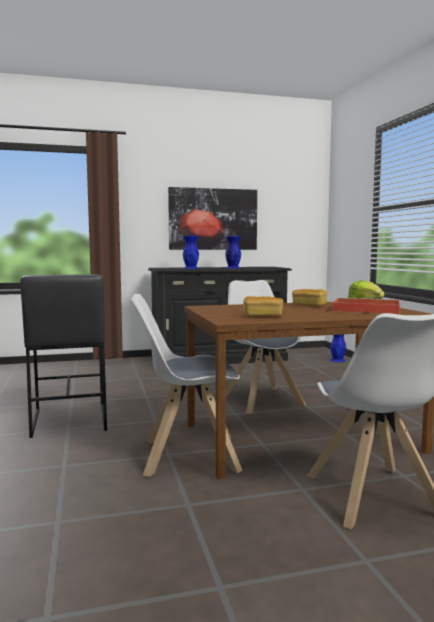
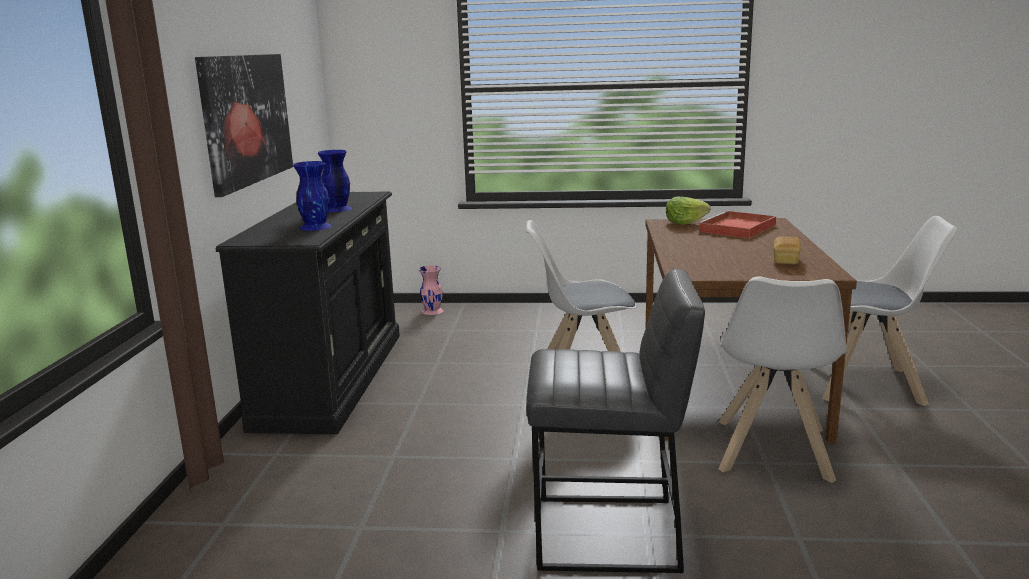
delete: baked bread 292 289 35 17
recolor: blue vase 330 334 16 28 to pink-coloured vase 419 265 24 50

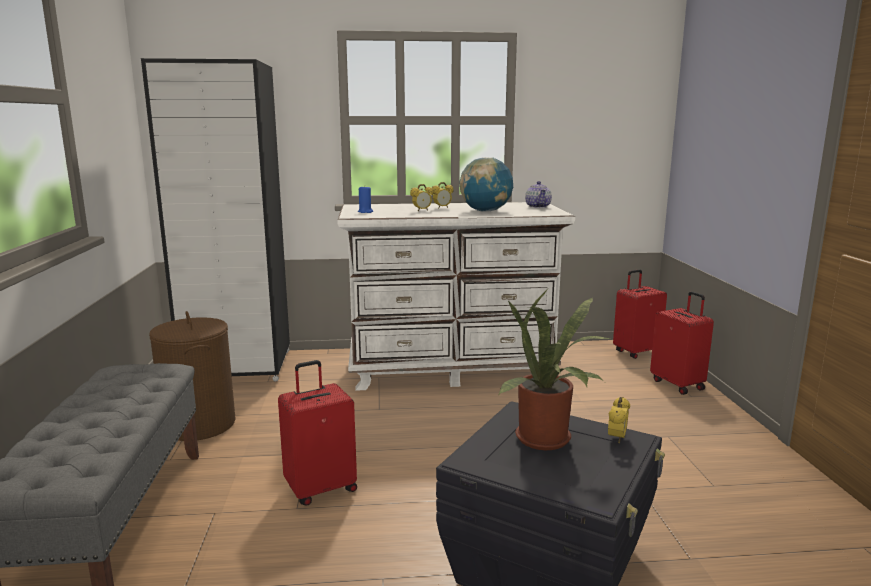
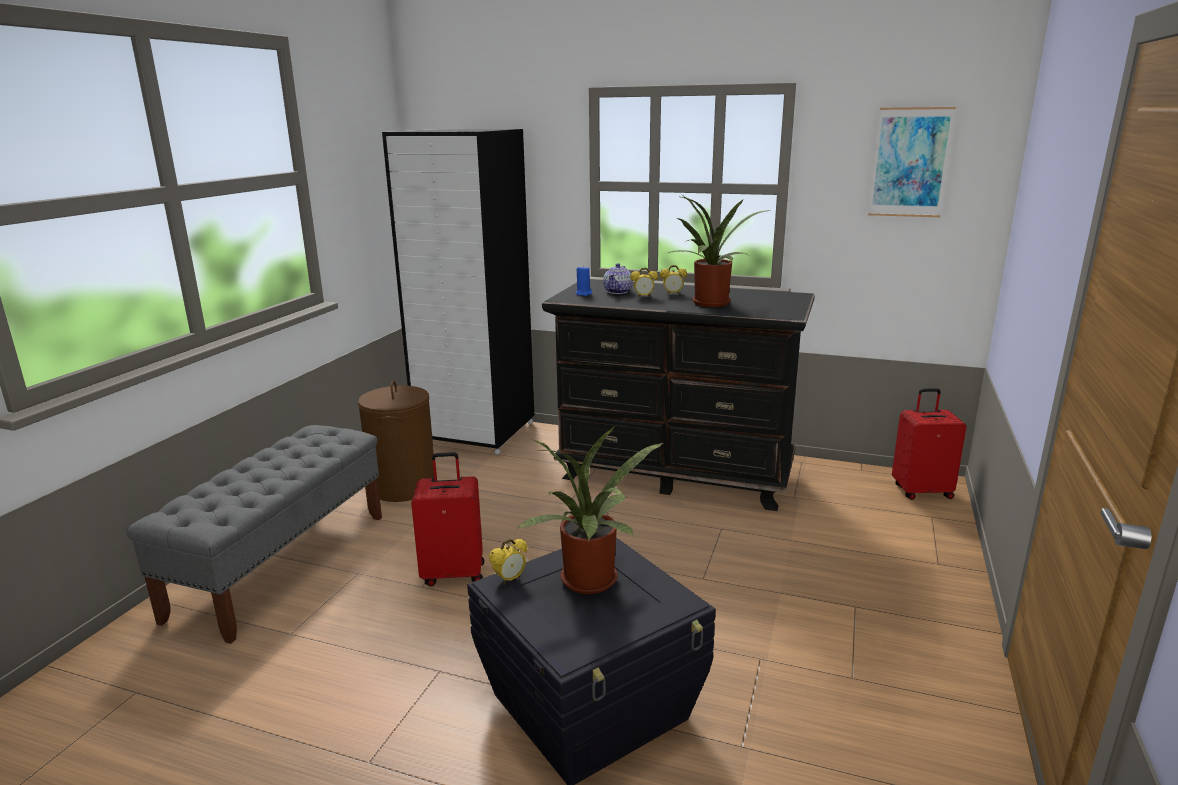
delete: red-coloured travel case 650 291 64 104
insert: wall art 868 107 88 110
move: table clock 608 397 22 46 to 489 539 39 46; tea pot 525 181 27 27 to 603 263 30 31
replace: desk globe 459 157 54 55 to houseplant 668 194 103 113
recolor: white-coloured drawer chest 337 202 238 189 to black-coloured drawer chest 542 280 273 231

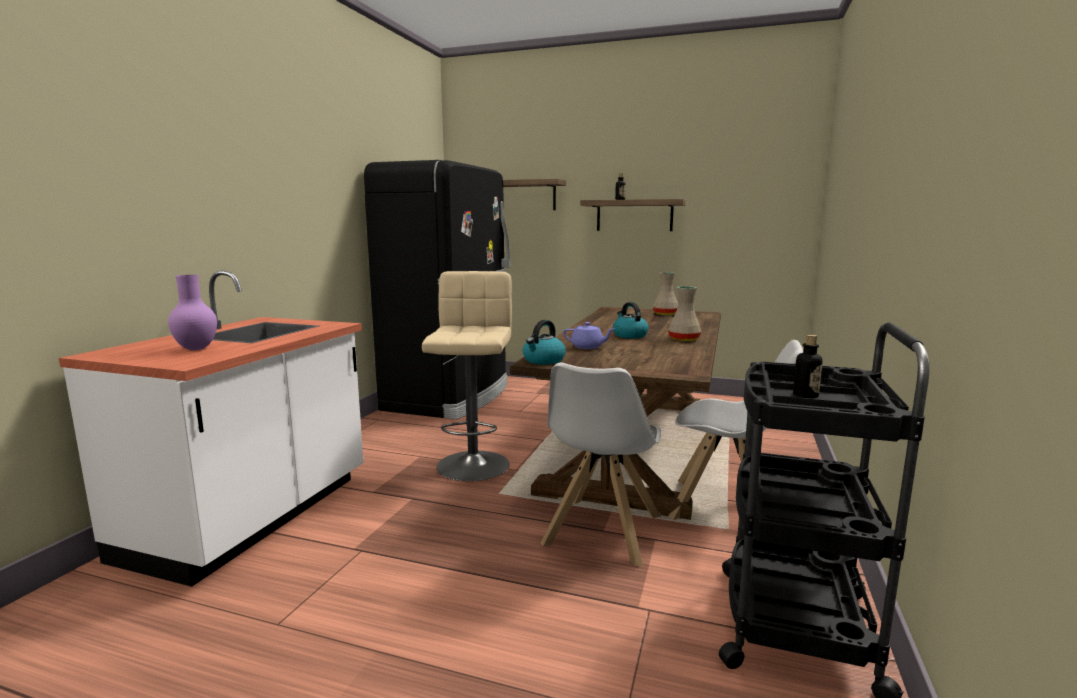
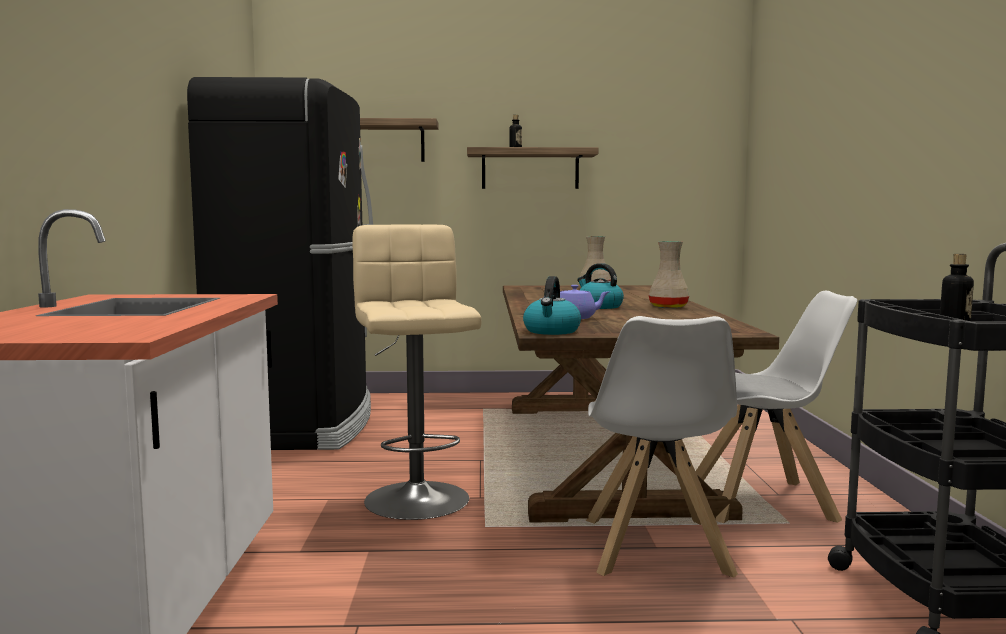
delete: purple vase 168 275 49 75

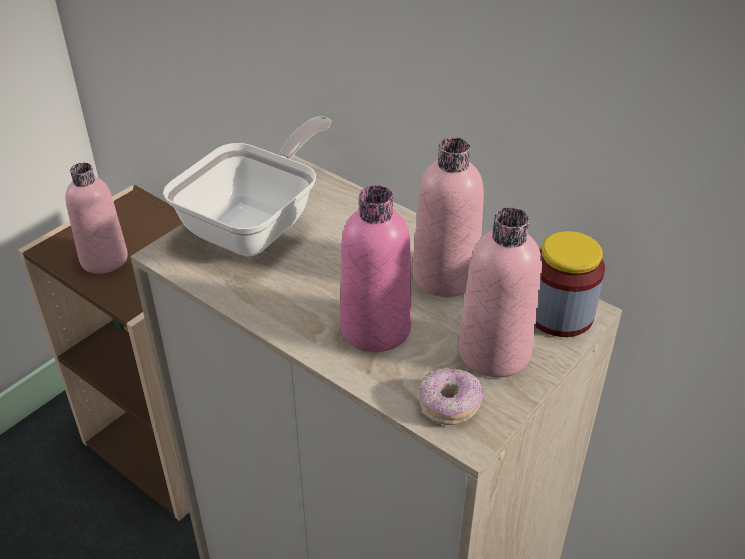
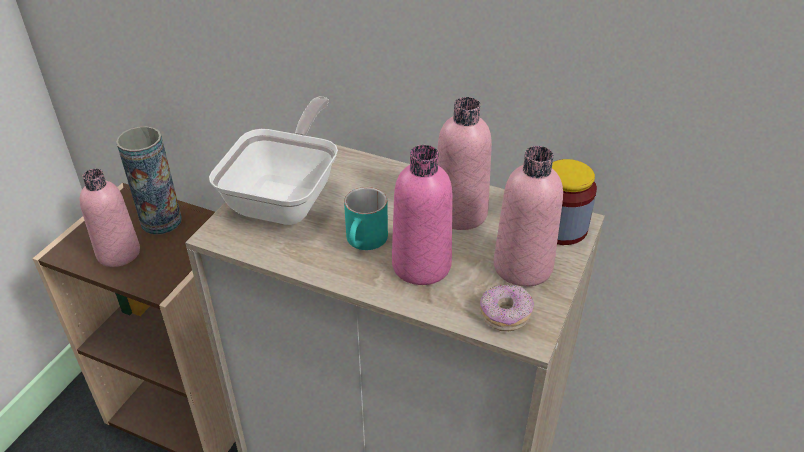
insert: vase 116 126 66 109; turquoise-coloured mug 344 187 44 63

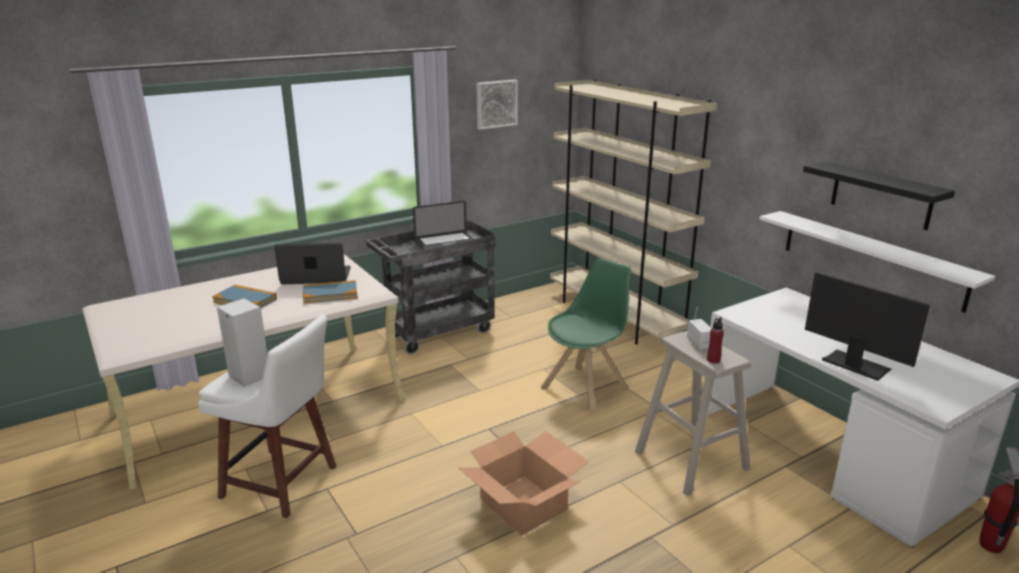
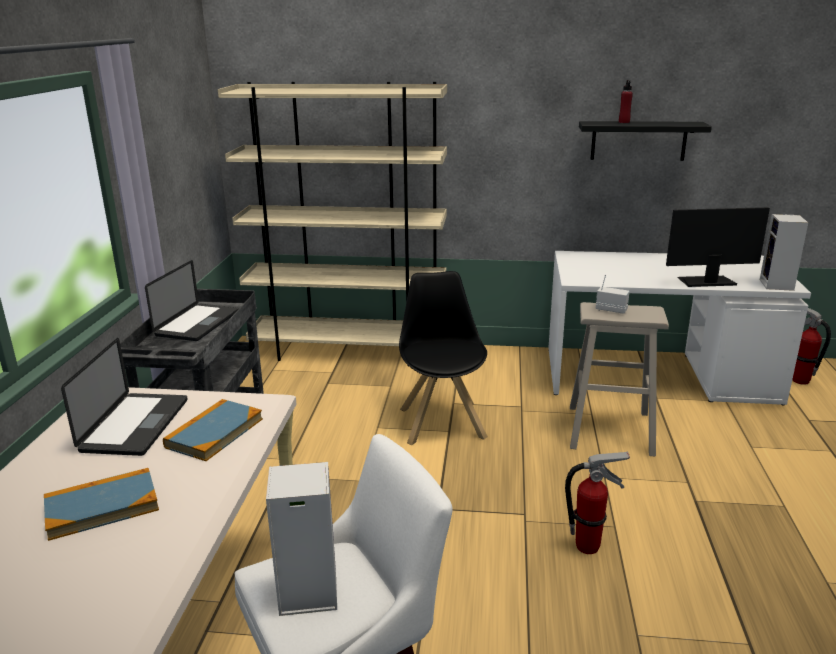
delete: wall art 477 79 41 51; white-coloured wall shelf 759 211 237 102
insert: loudspeaker 760 214 48 77
move: red-coloured drink bottle 707 317 17 47 to 619 80 14 43
replace: cardboard box 458 431 132 105 to fire-fighting cylinder 565 451 65 103
recolor: greenish plain chair 541 258 90 154 to black-coloured plain chair 399 271 89 174
rotate: portable computer 274 243 77 41 = 61 338 126 118 150 degrees clockwise

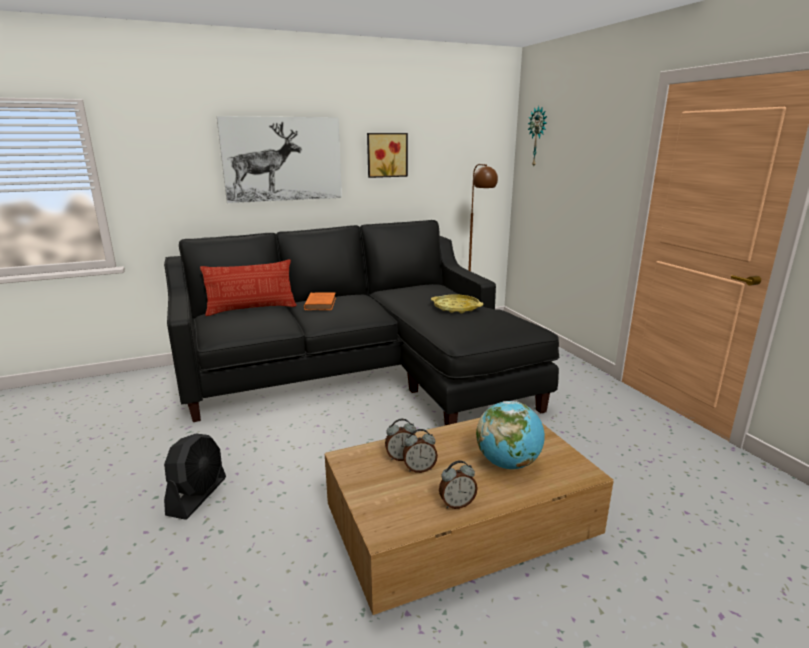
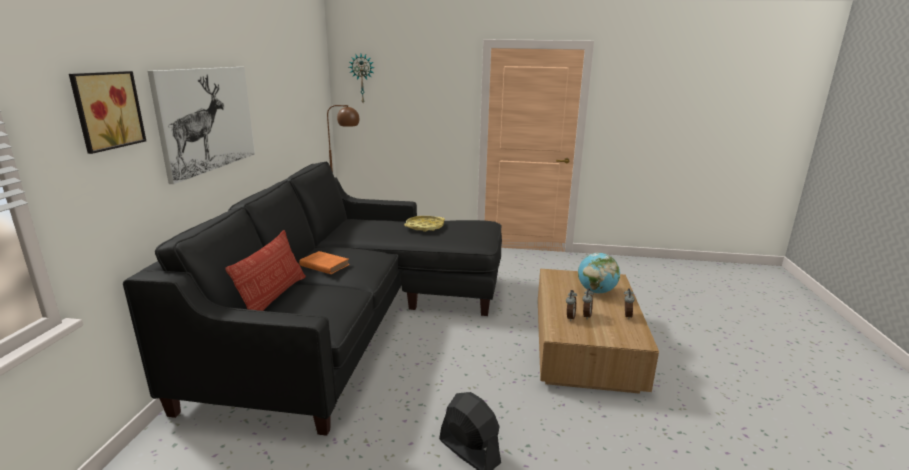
move: wall art 367 133 41 45 to 69 71 77 83

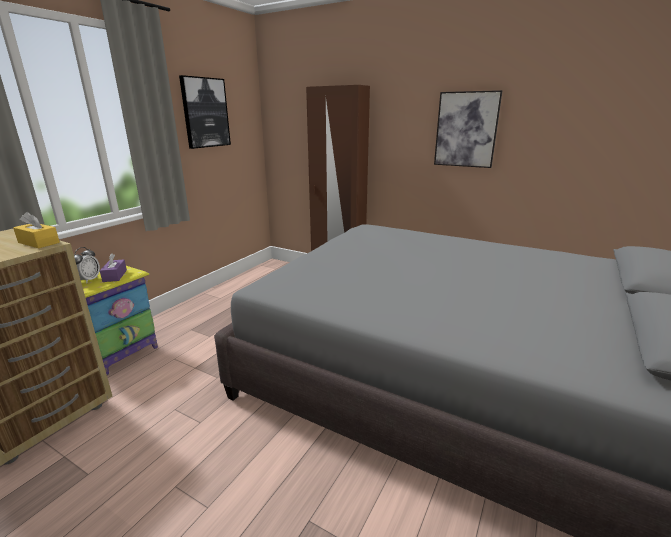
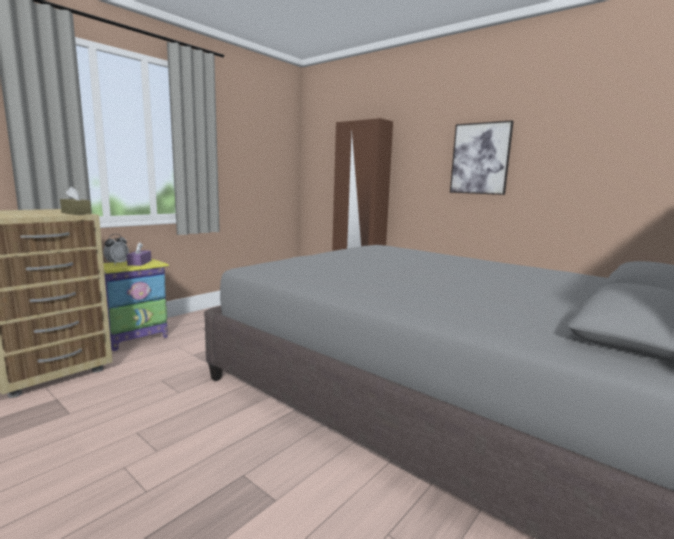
delete: wall art 179 75 52 74
recolor: yellowish tissue holder 13 212 47 36 to brown tissue holder 60 187 31 28

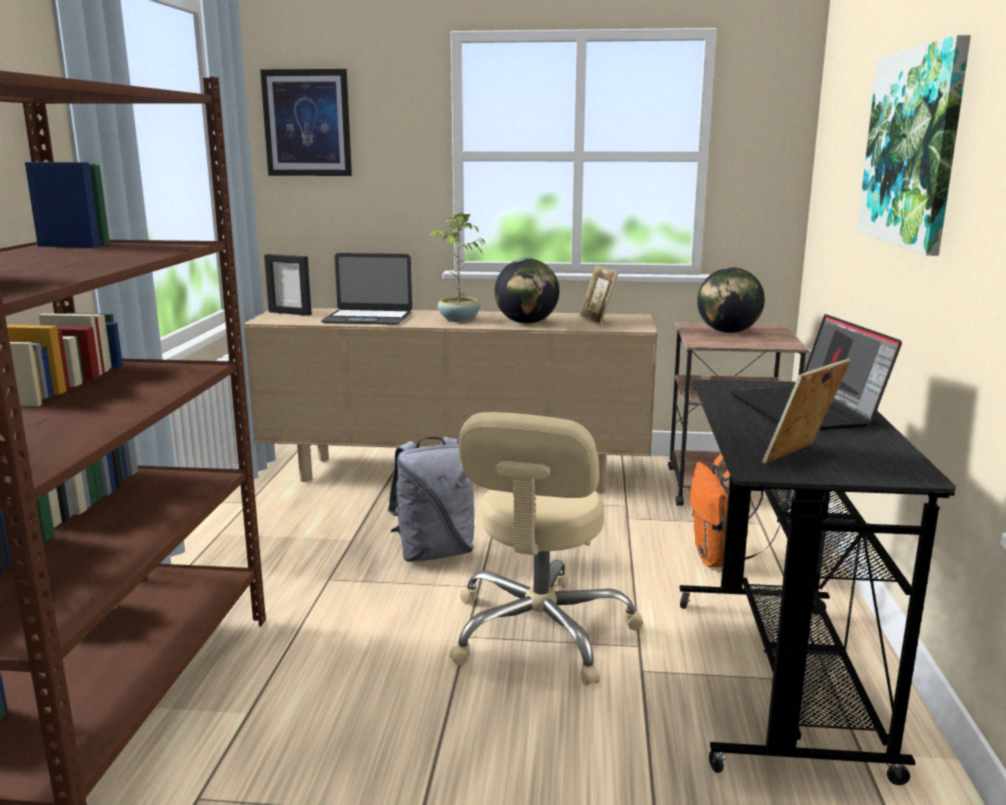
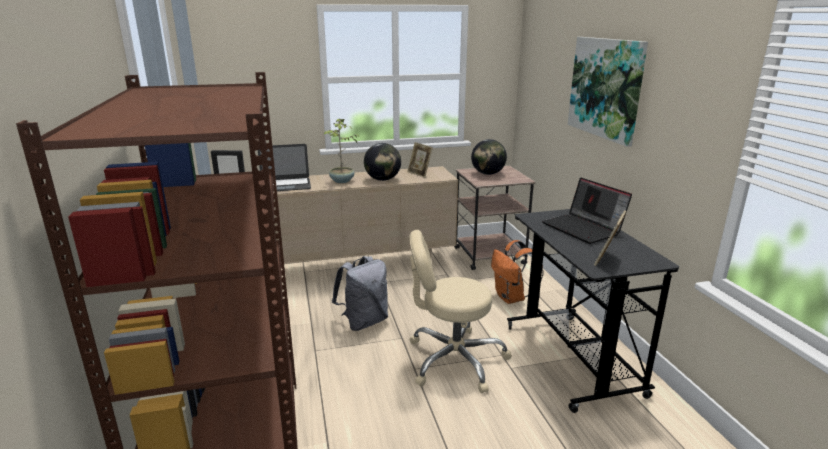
delete: wall art 260 69 92 107
rotate: beige-coloured desk chair 449 412 194 274 = 409 230 103 163 90 degrees clockwise

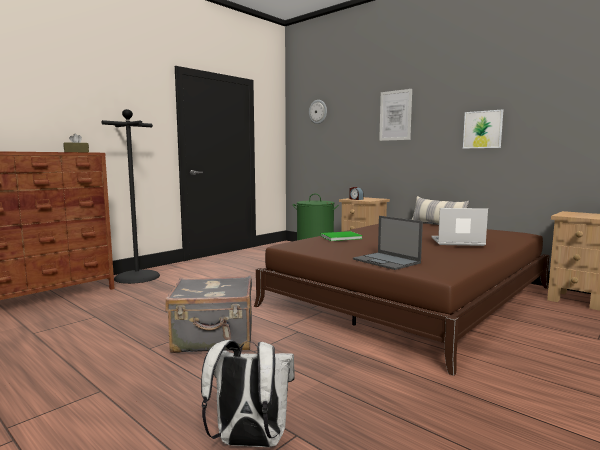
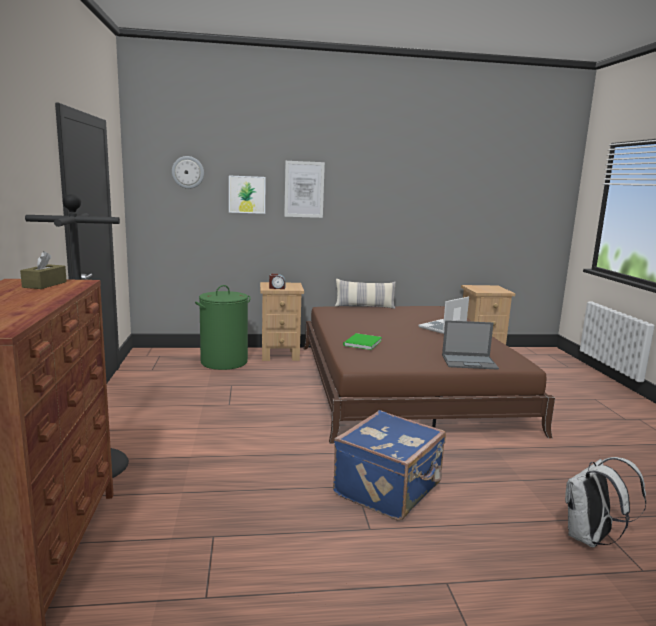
move: wall art 463 110 40 39 to 229 176 37 38
recolor: gray travel case 165 276 87 77 to blue travel case 333 410 113 111

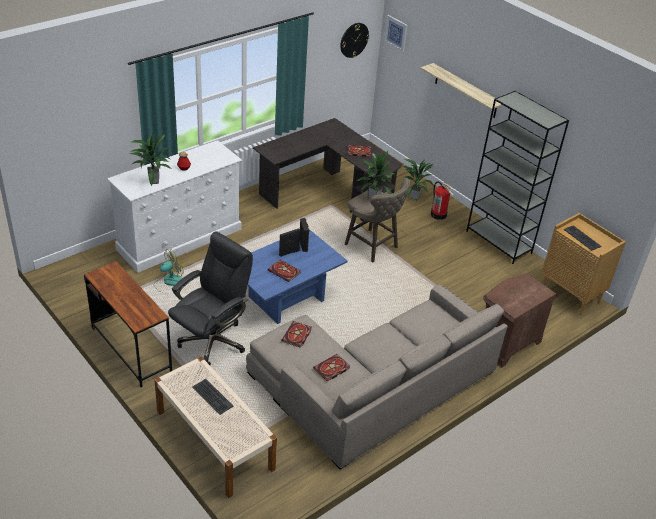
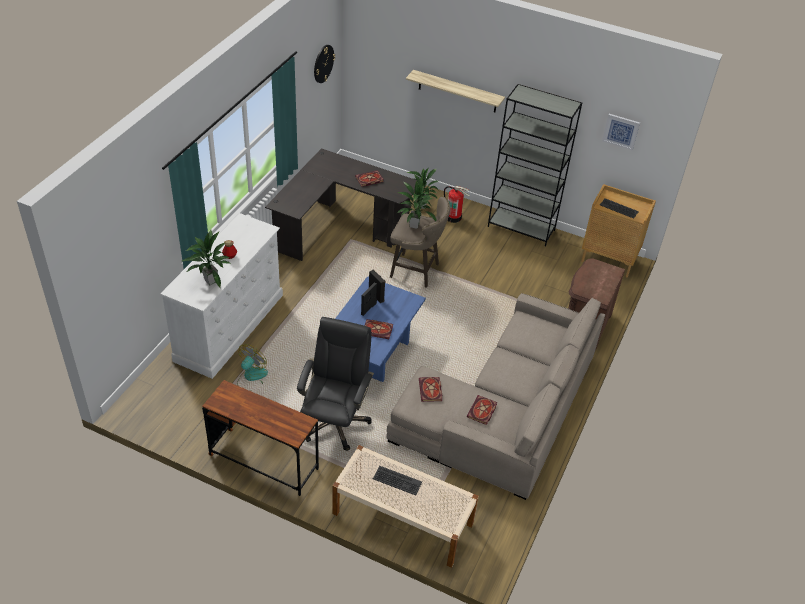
move: wall art 384 15 24 37 to 602 114 38 36

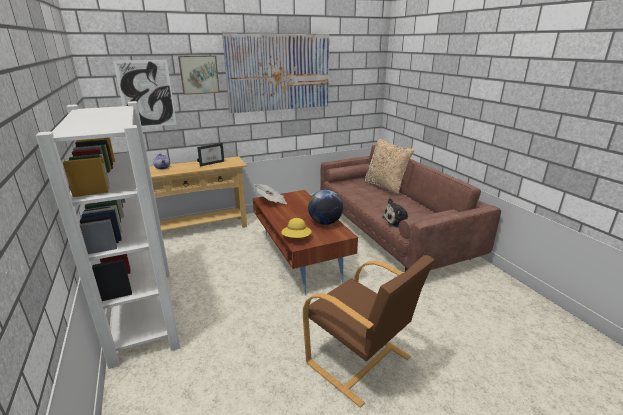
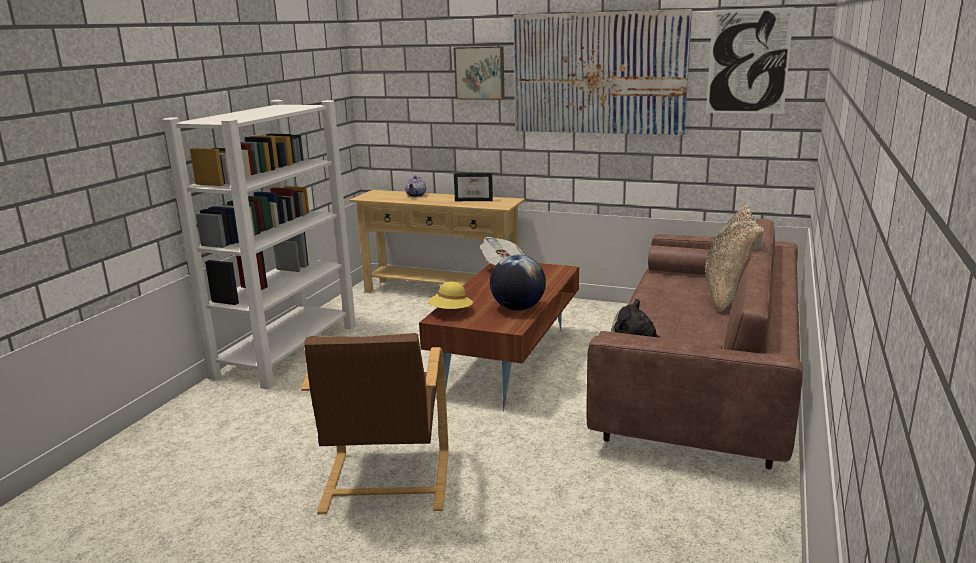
move: wall art 113 60 63 67 to 706 7 88 107

